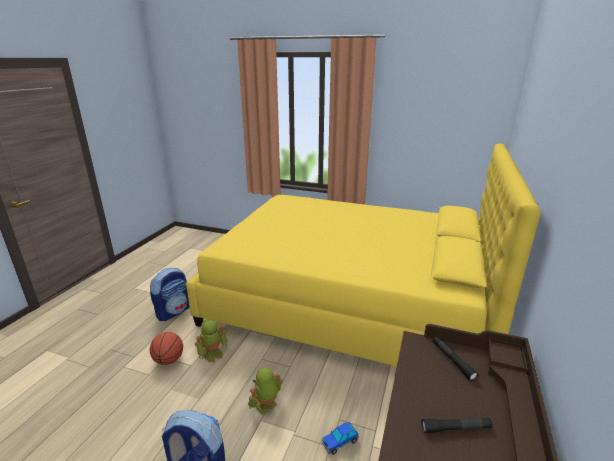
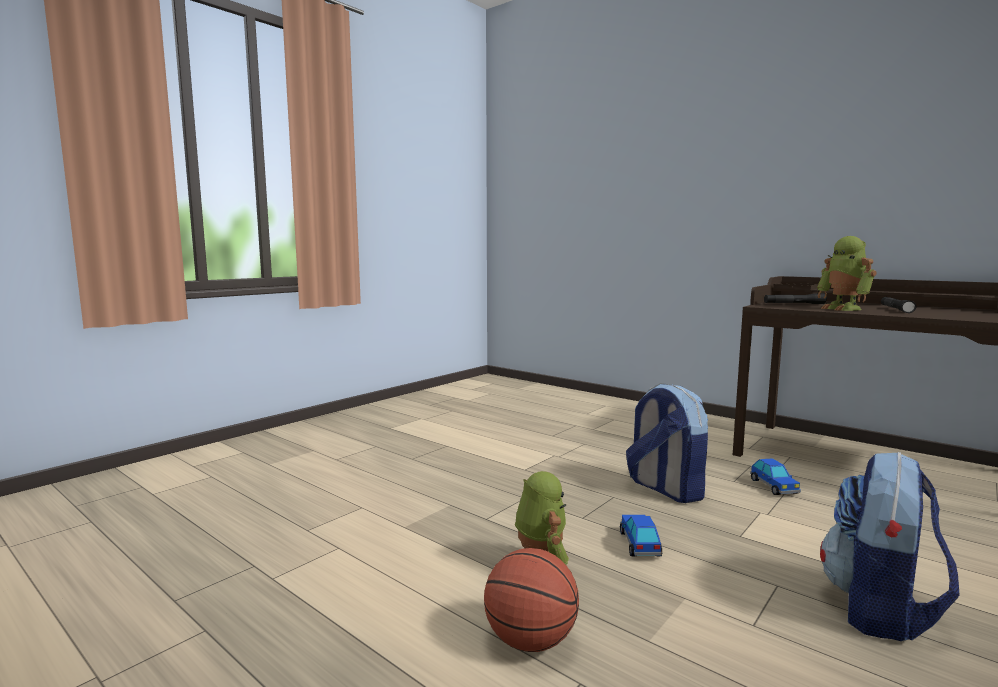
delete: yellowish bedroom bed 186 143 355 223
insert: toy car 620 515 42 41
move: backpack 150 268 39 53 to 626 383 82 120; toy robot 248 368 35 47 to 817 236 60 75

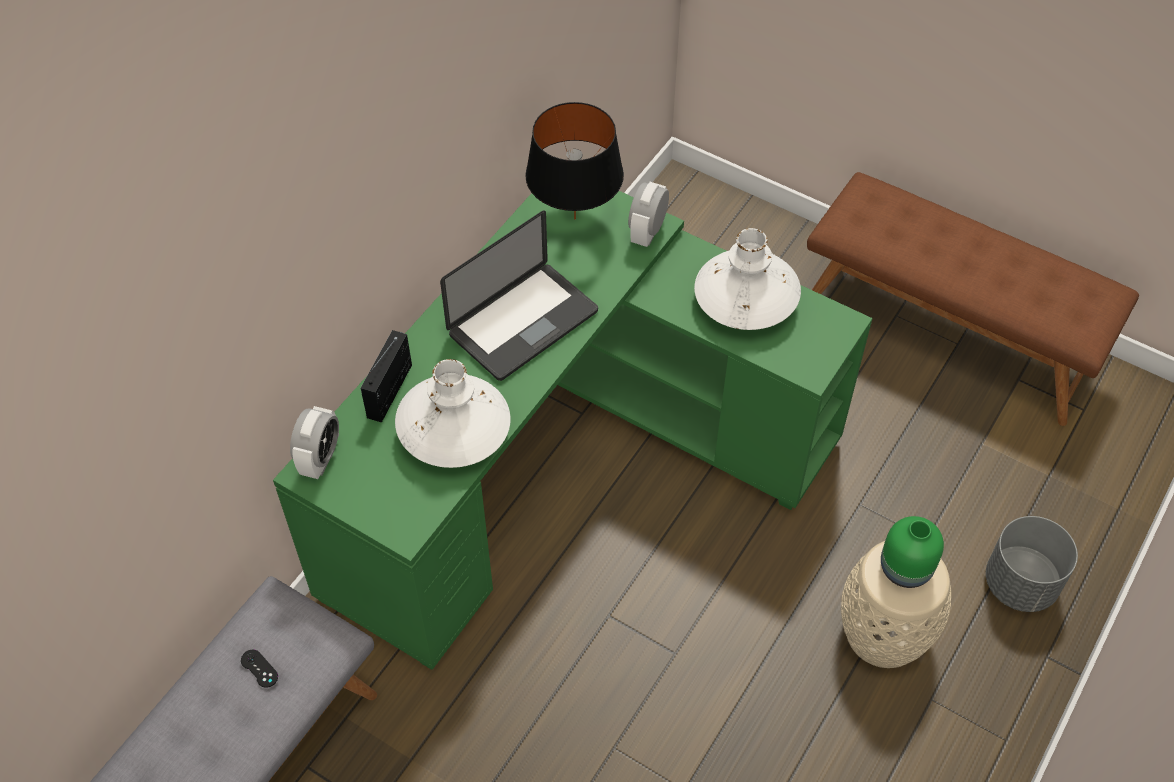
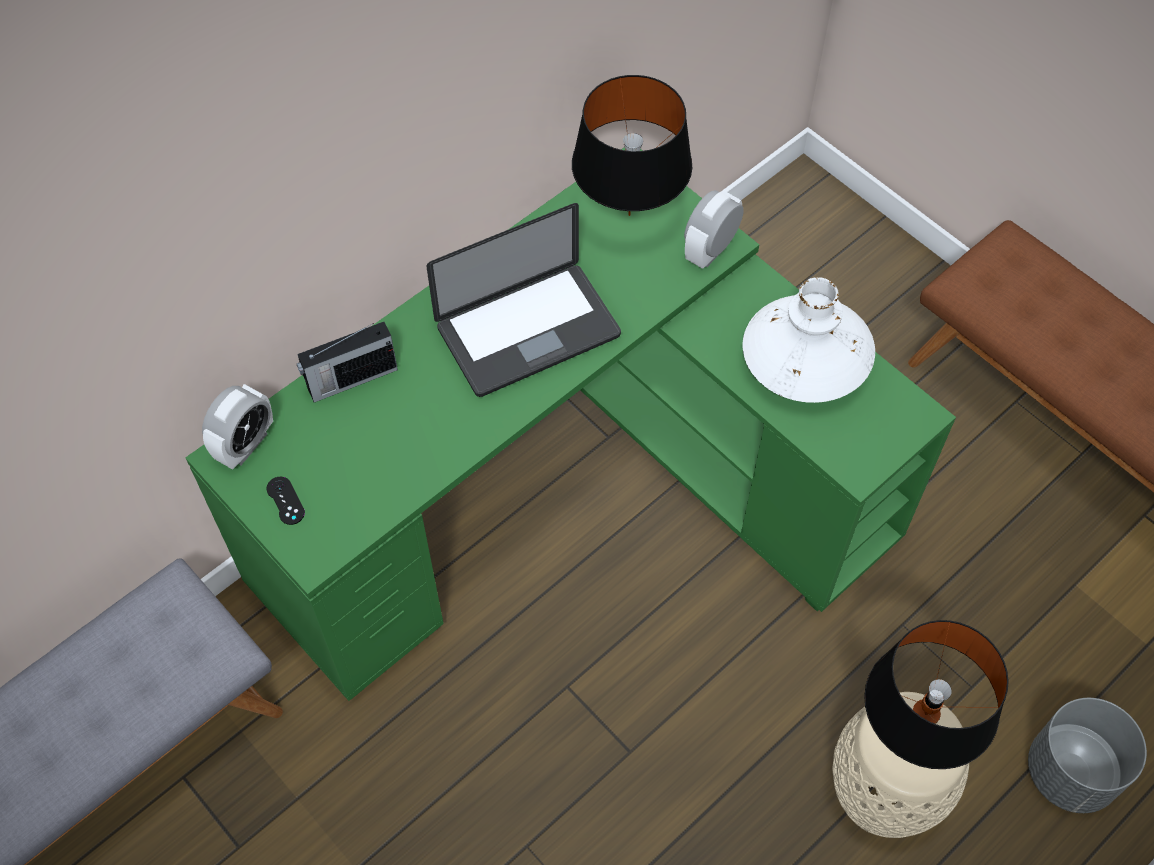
delete: white-coloured vase 395 359 116 109
move: black-coloured game controller 241 650 37 38 to 267 477 38 48
replace: greenish vase 881 516 63 72 to black-coloured lamp for a table 864 620 145 149
rotate: radio 361 330 51 93 = 297 322 101 81 150 degrees counterclockwise

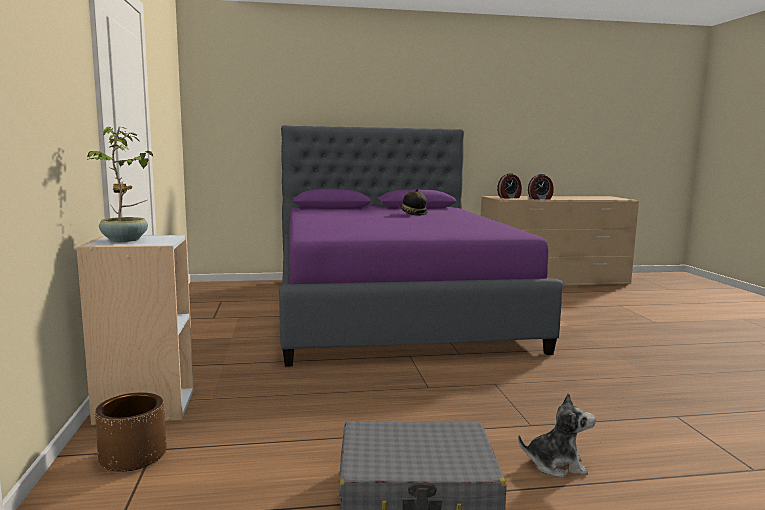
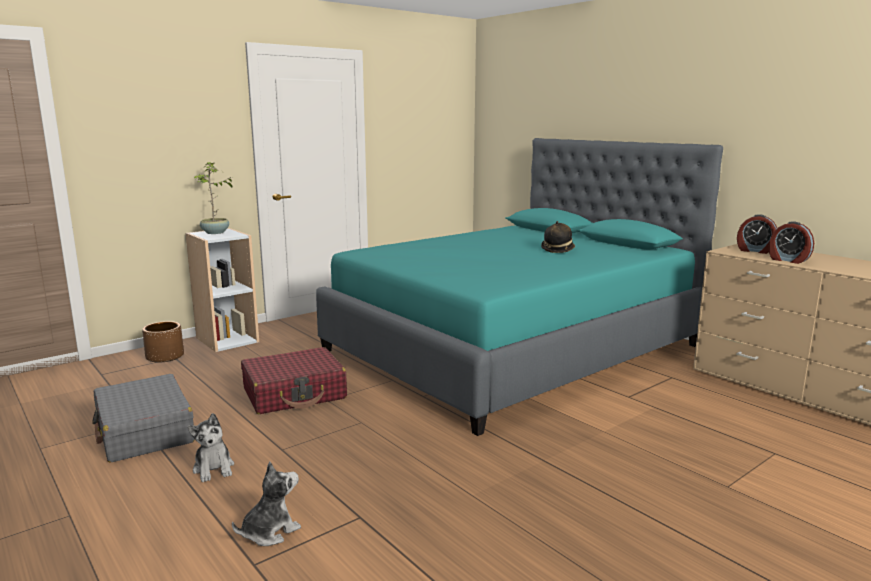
insert: cuddly toy 232 462 69 84; red-coloured travel case 241 347 106 67
recolor: purple bedroom bed 279 125 284 242 to turquoise-coloured bedroom bed 316 138 407 298

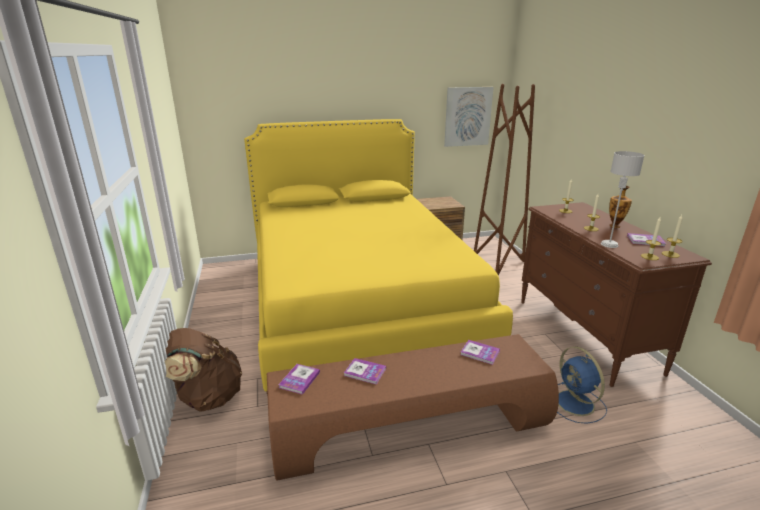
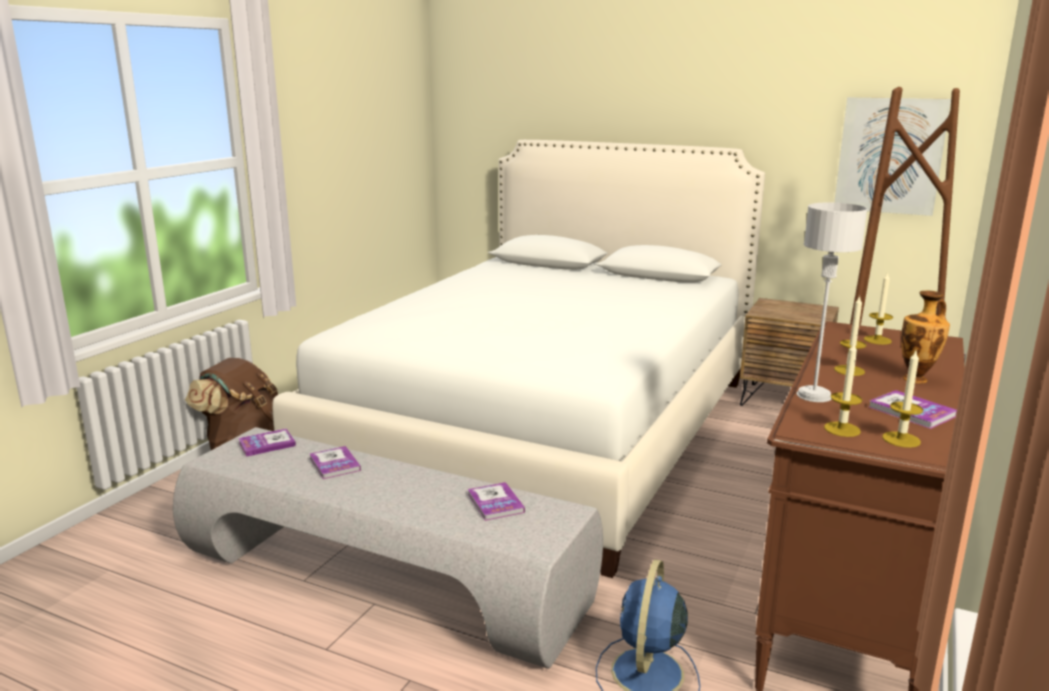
recolor: brown indoor bench 267 334 292 146 to gray indoor bench 173 427 430 242; yellowish bedroom bed 244 119 269 277 to white-coloured bedroom bed 272 140 493 438

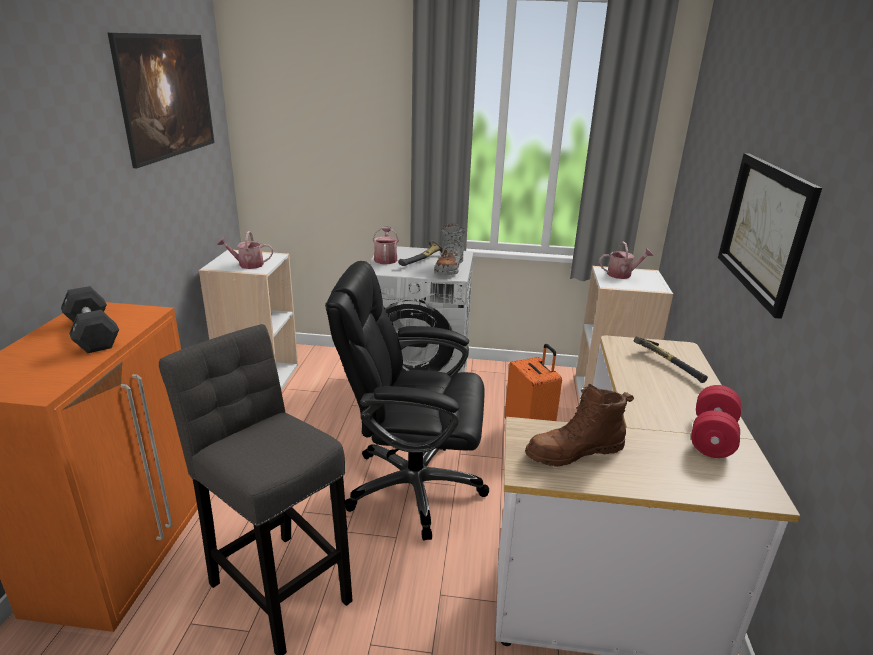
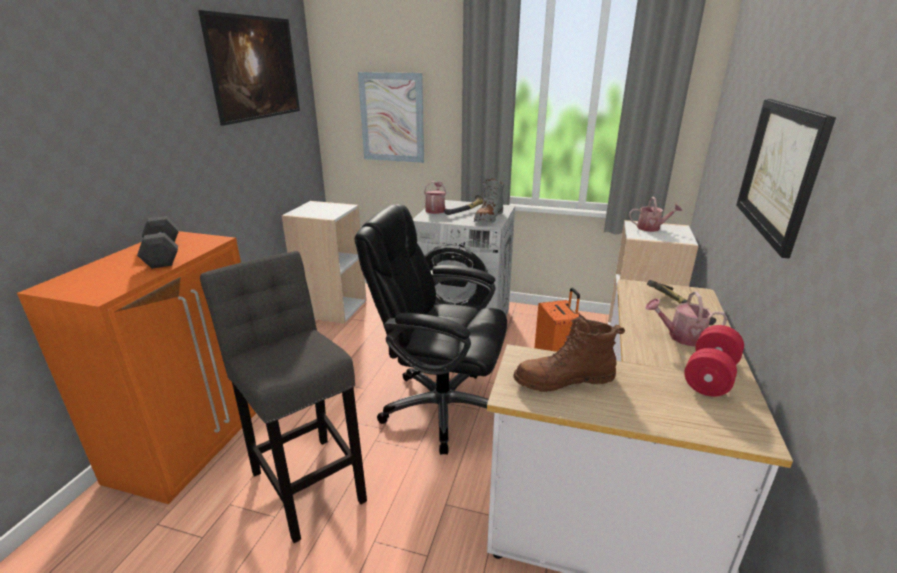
insert: wall art 358 72 66 91
move: sprinkling can 217 231 56 38 to 645 291 83 55

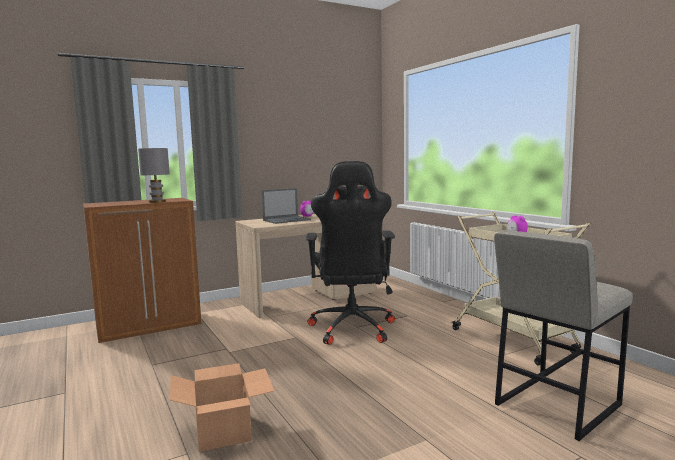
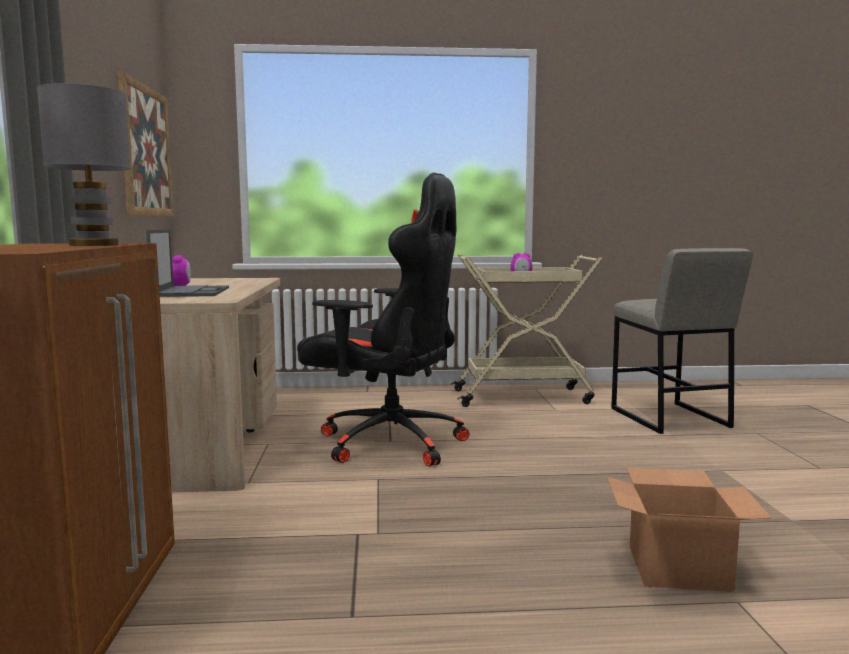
insert: wall art 117 72 57 144

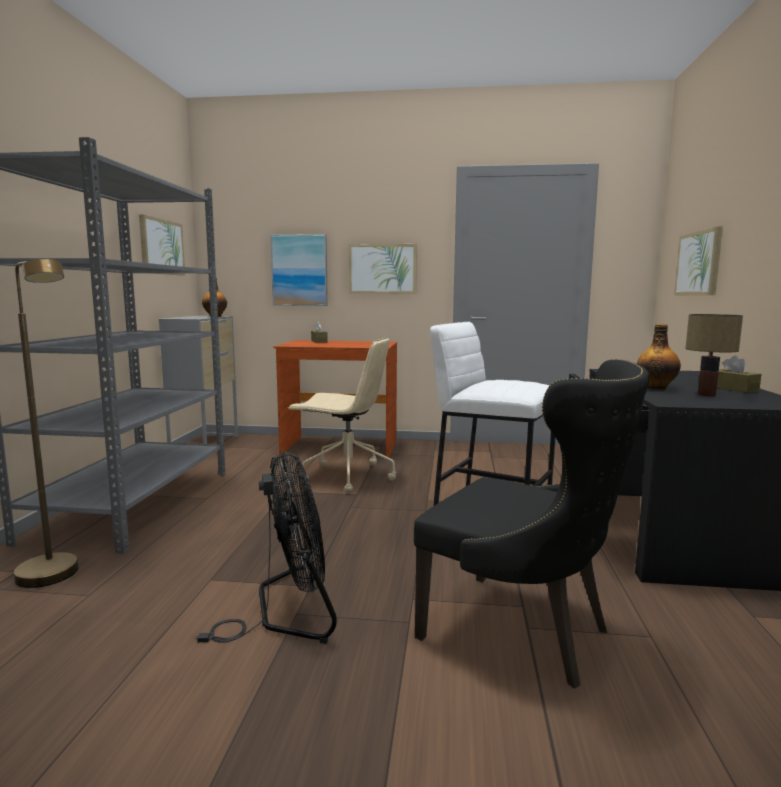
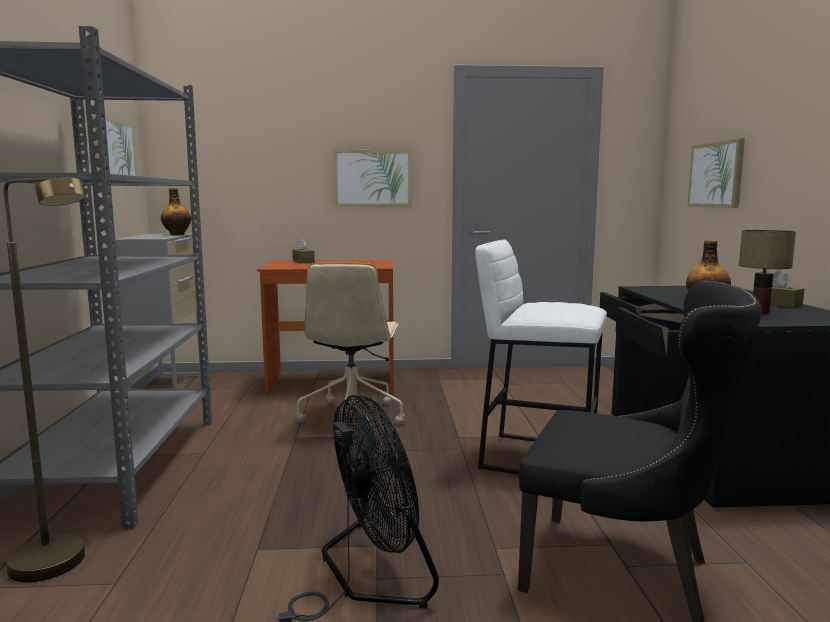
delete: wall art 270 234 58 72
rotate: beige-coloured desk chair 288 337 108 156 = 295 262 110 163 90 degrees clockwise

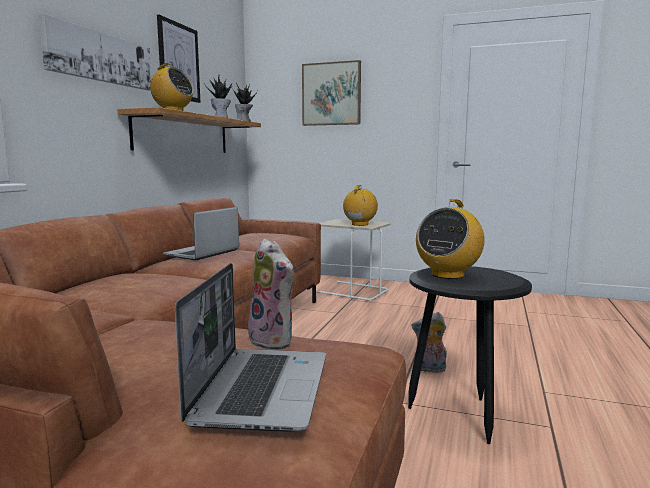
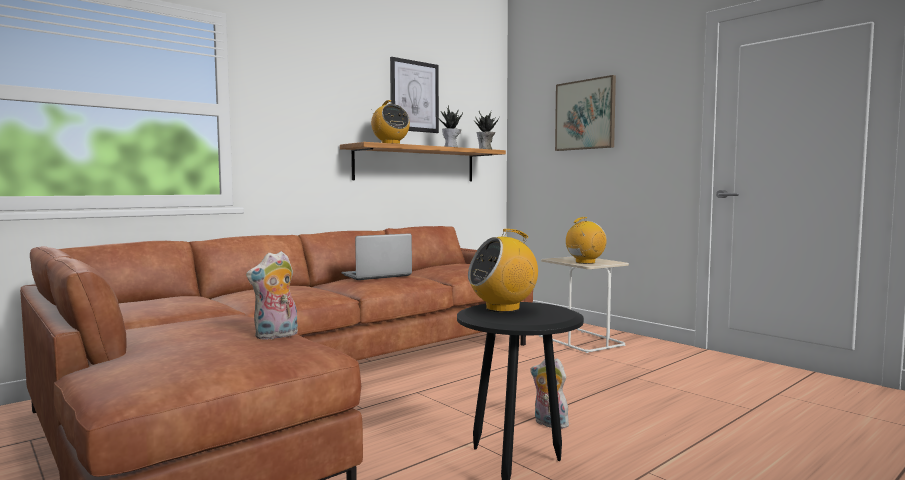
delete: wall art 39 14 113 76; portable computer 175 263 151 169
rotate: cuddly toy 248 238 46 111 = 246 251 52 89 60 degrees clockwise

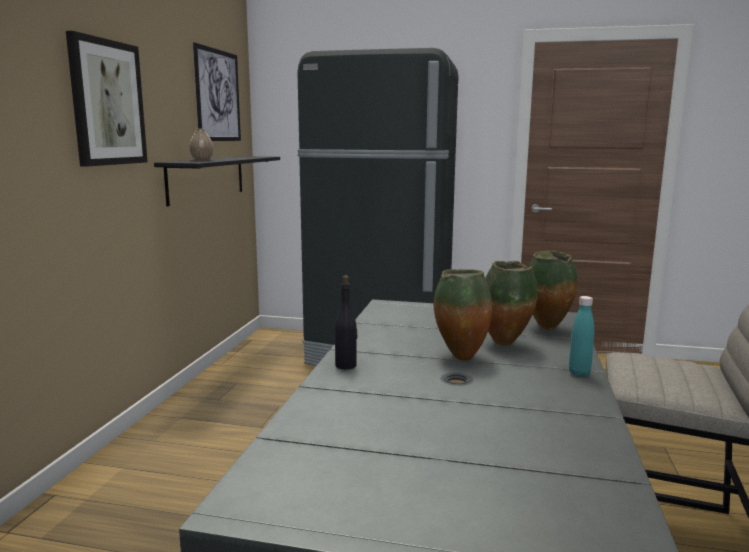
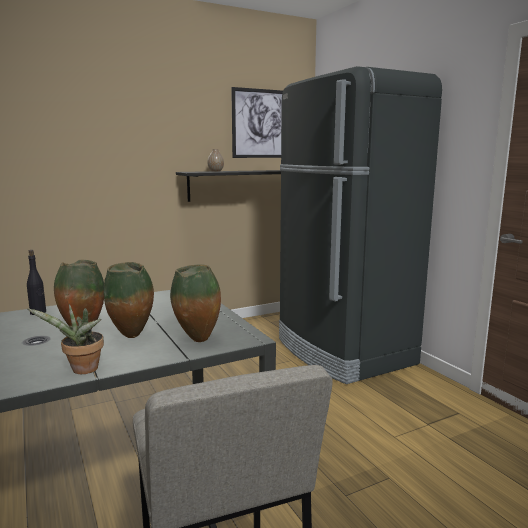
delete: wall art 66 31 82 136
replace: turquoise-coloured drink bottle 569 296 25 81 to houseplant 27 304 77 70

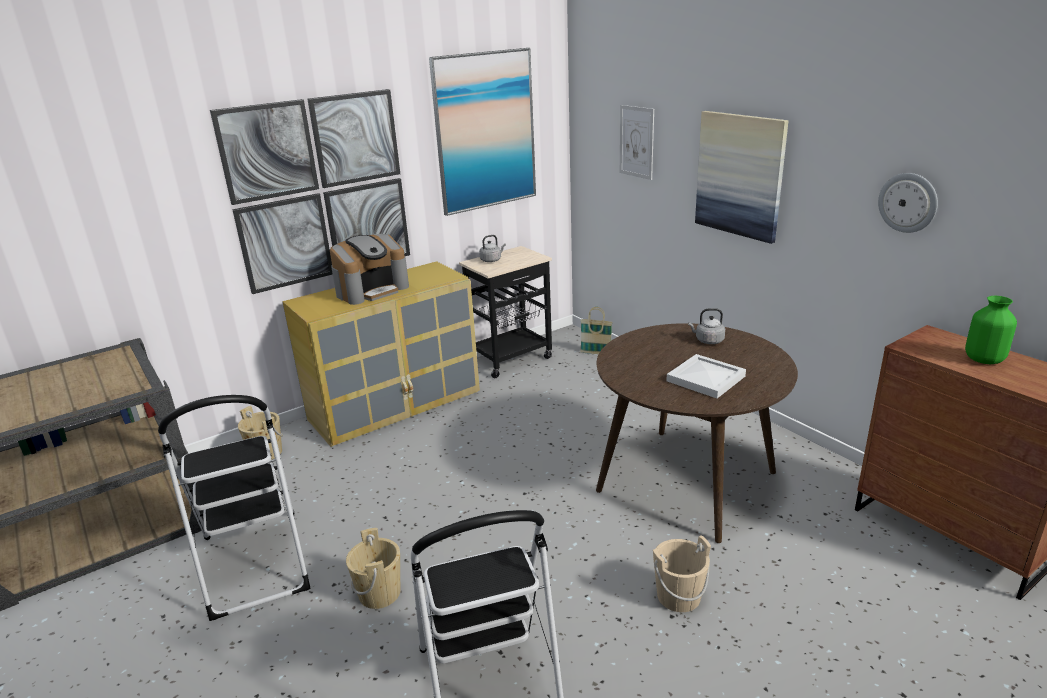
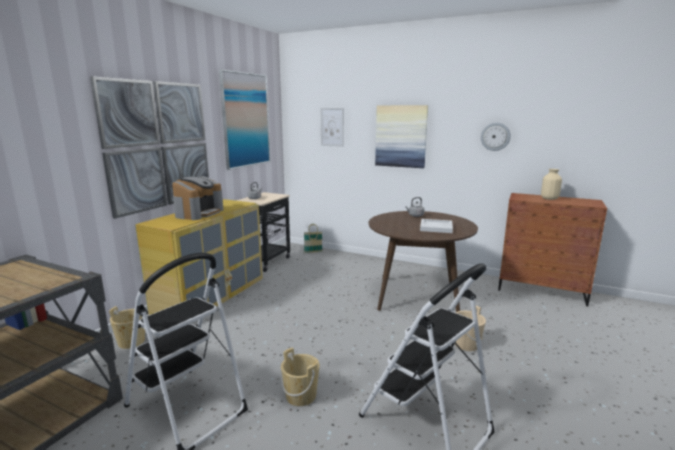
recolor: greenish vase 965 296 52 68 to beige-coloured vase 541 169 21 31

